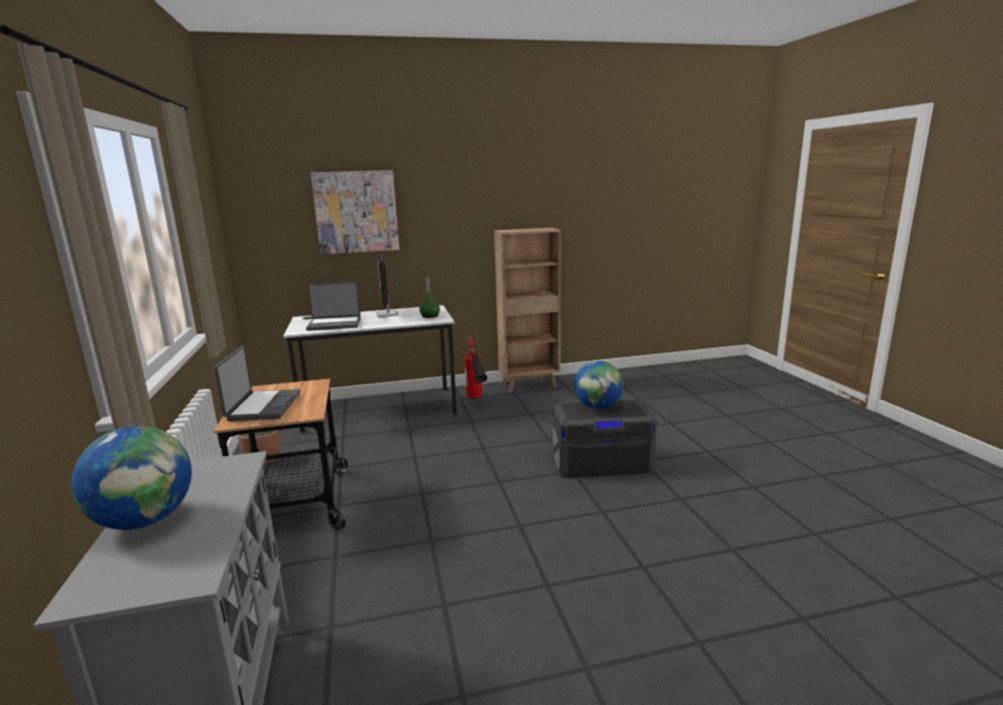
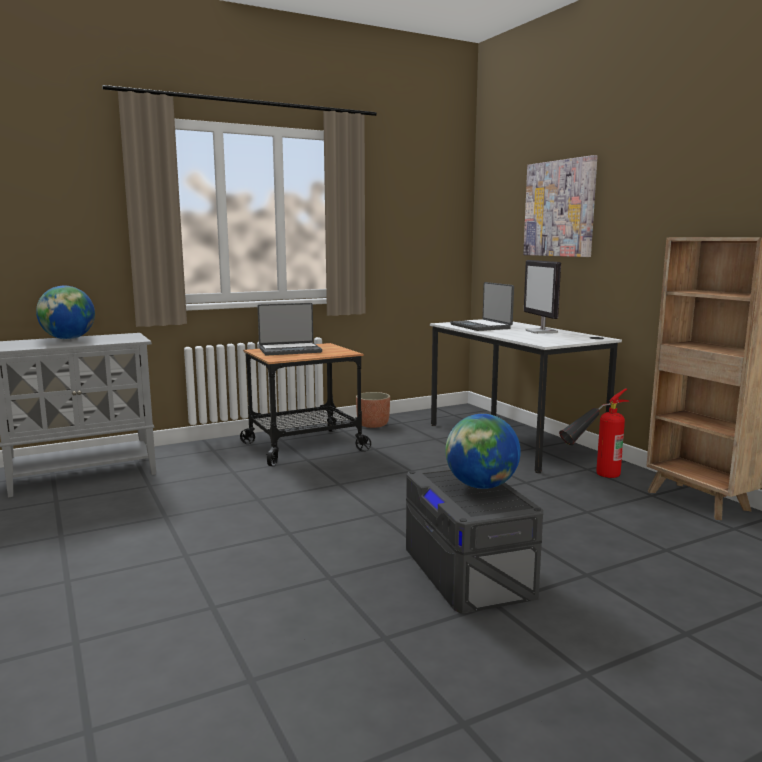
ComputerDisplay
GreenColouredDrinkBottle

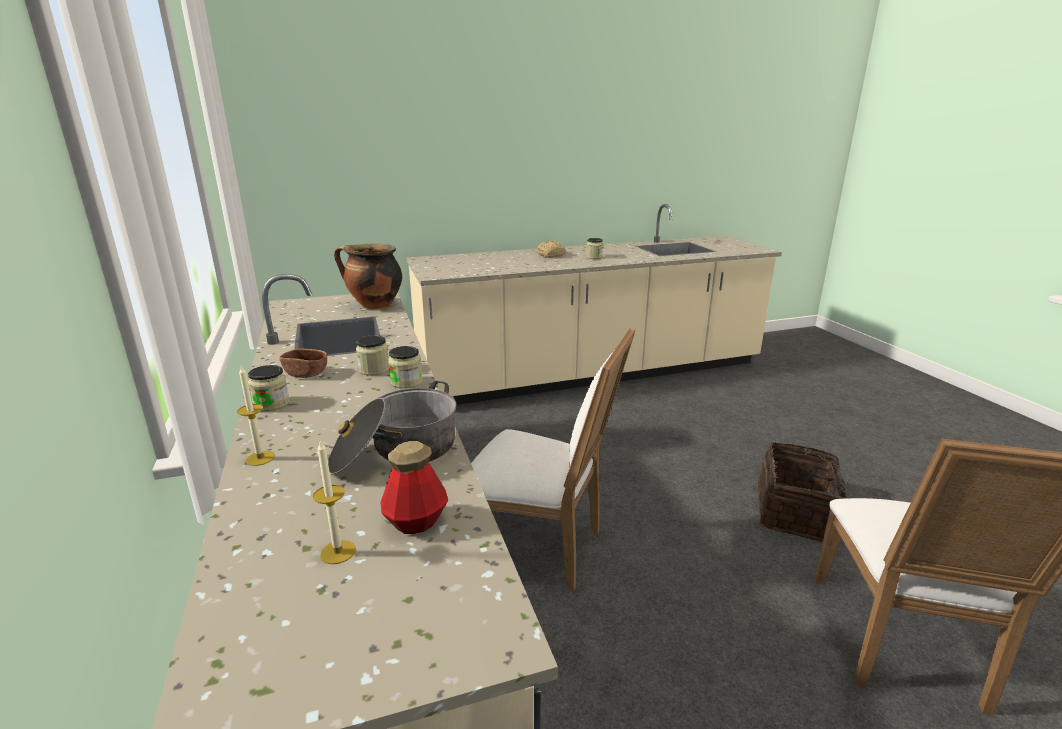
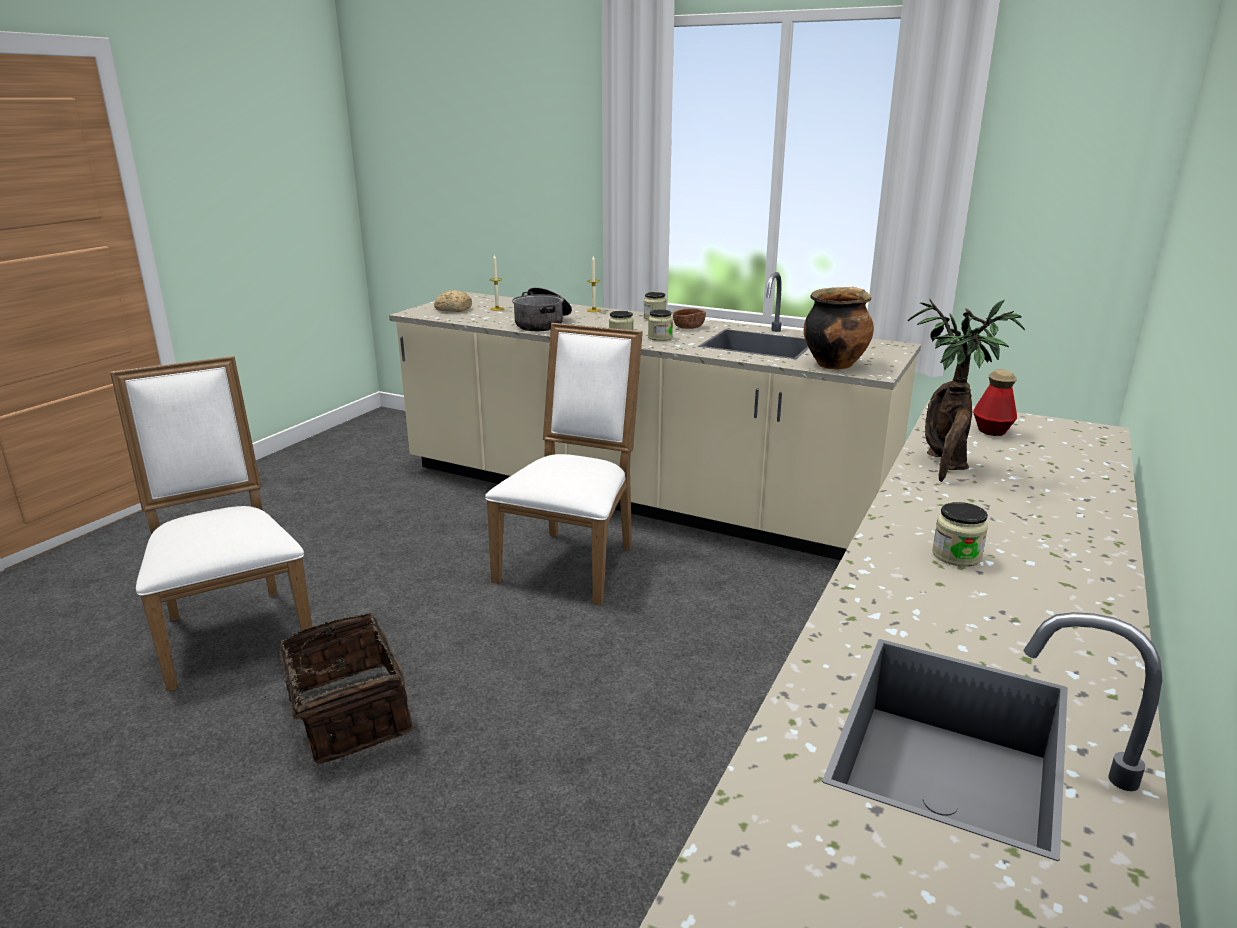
Bread
WhitishPlainChair (no. 2 from left)
PottedPlant
DrinkBottle

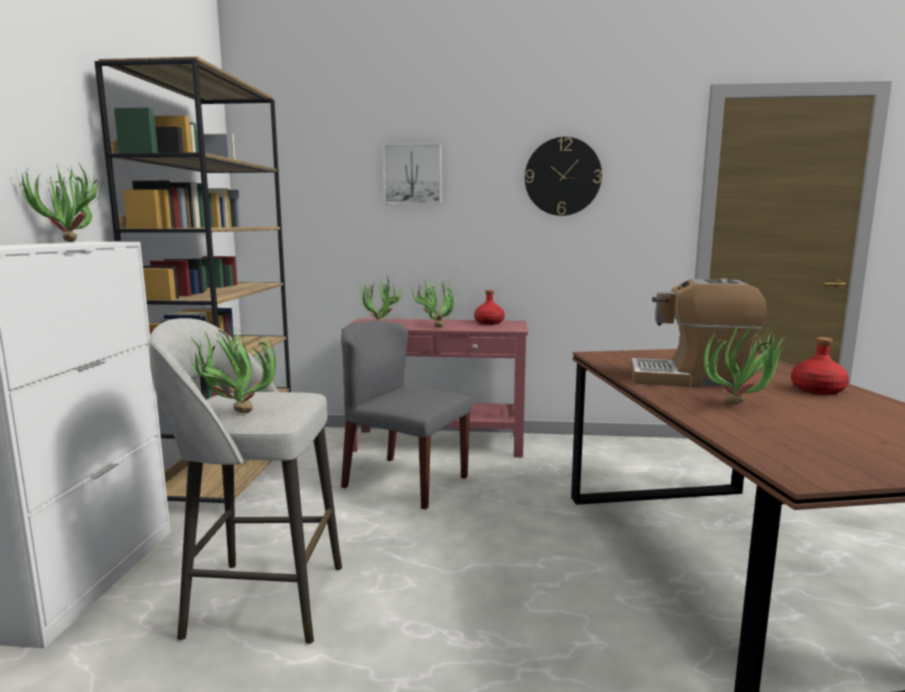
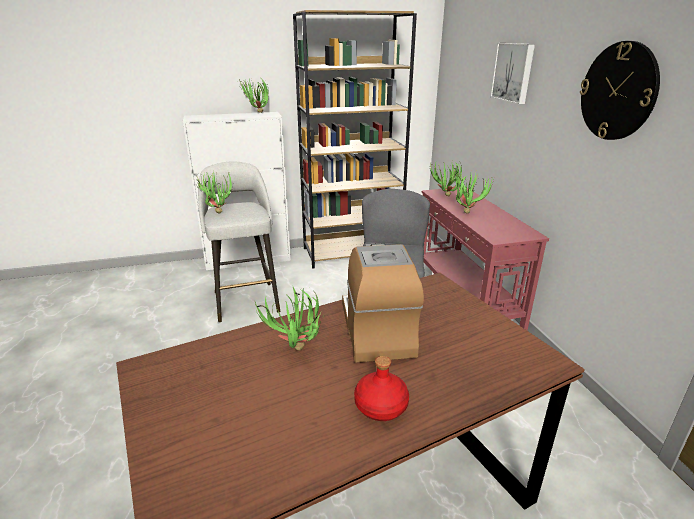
ReddishDrinkBottle (no. 1 from left in the first image)

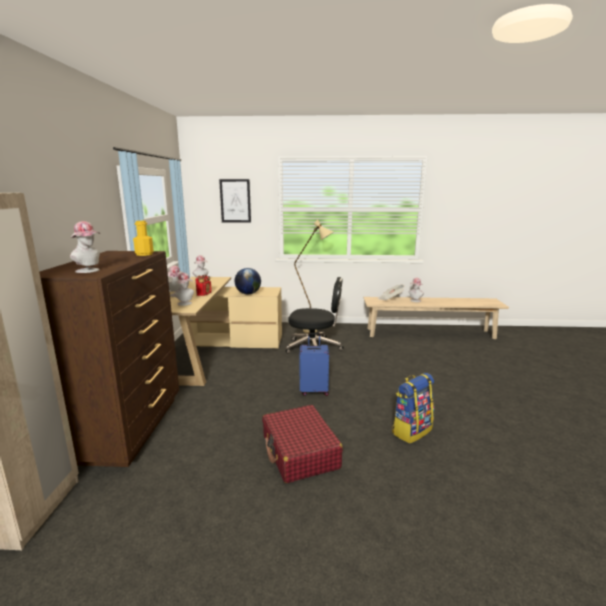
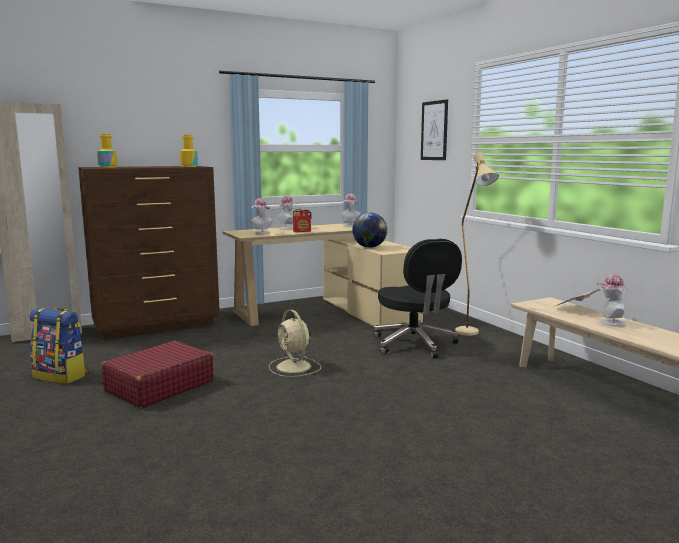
Rucksack
YellowColouredDrinkBottle (no. 1 from left)
BeigeColouredCoolingFan

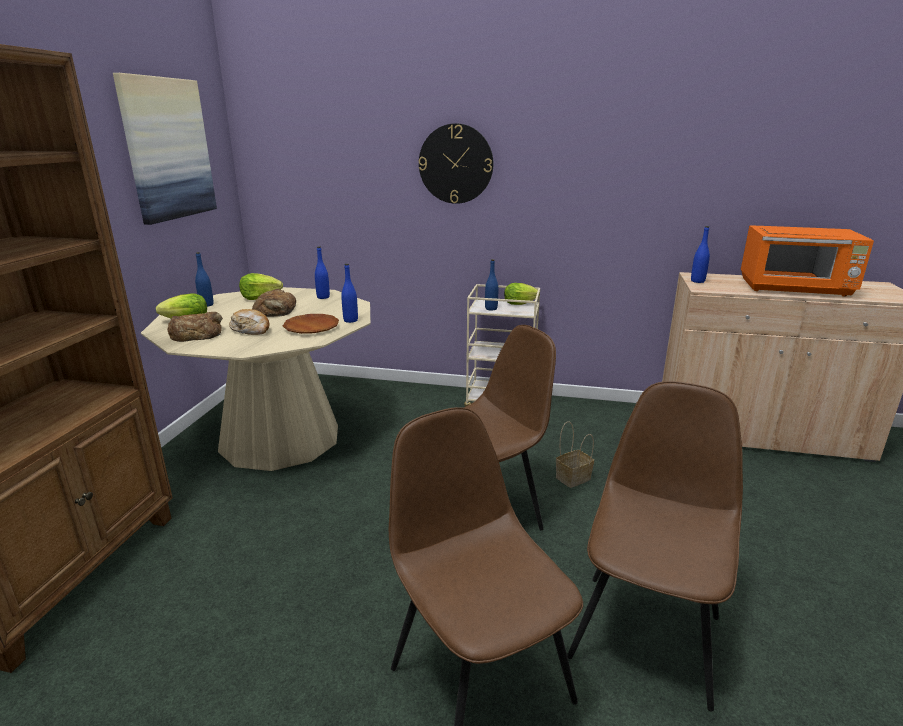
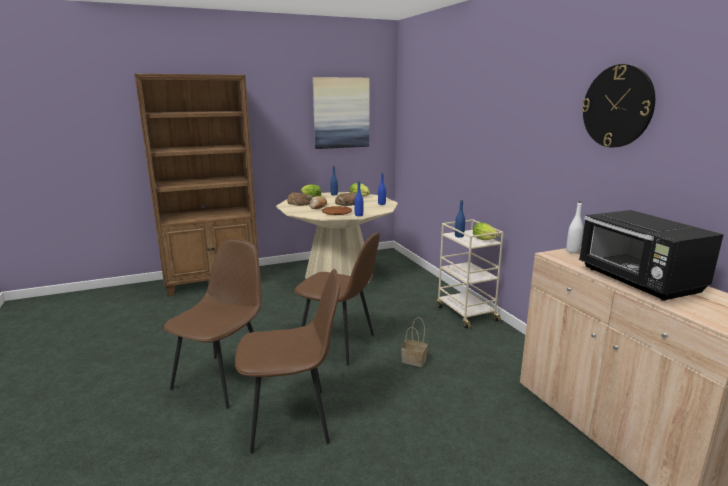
WhitishDrinkBottle
BlackKitchenMicrowave
ClockOnTheWall

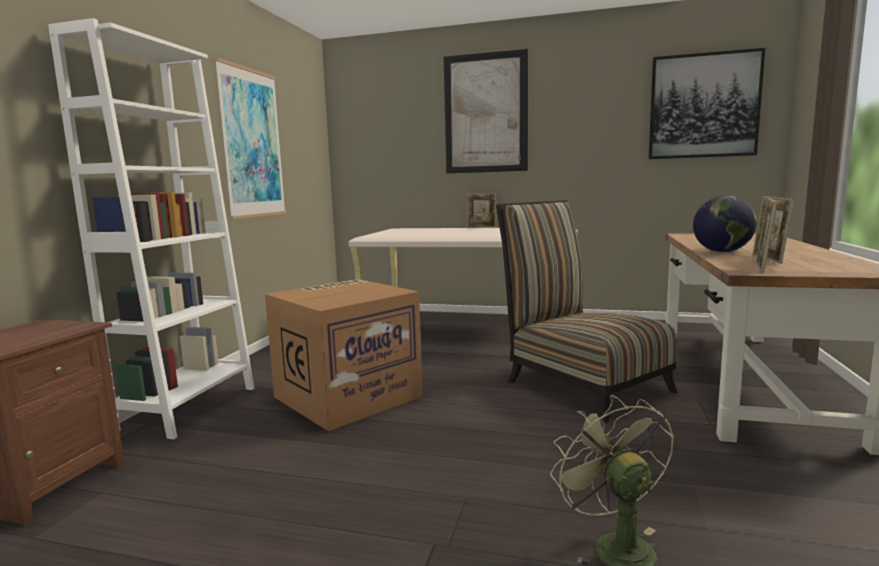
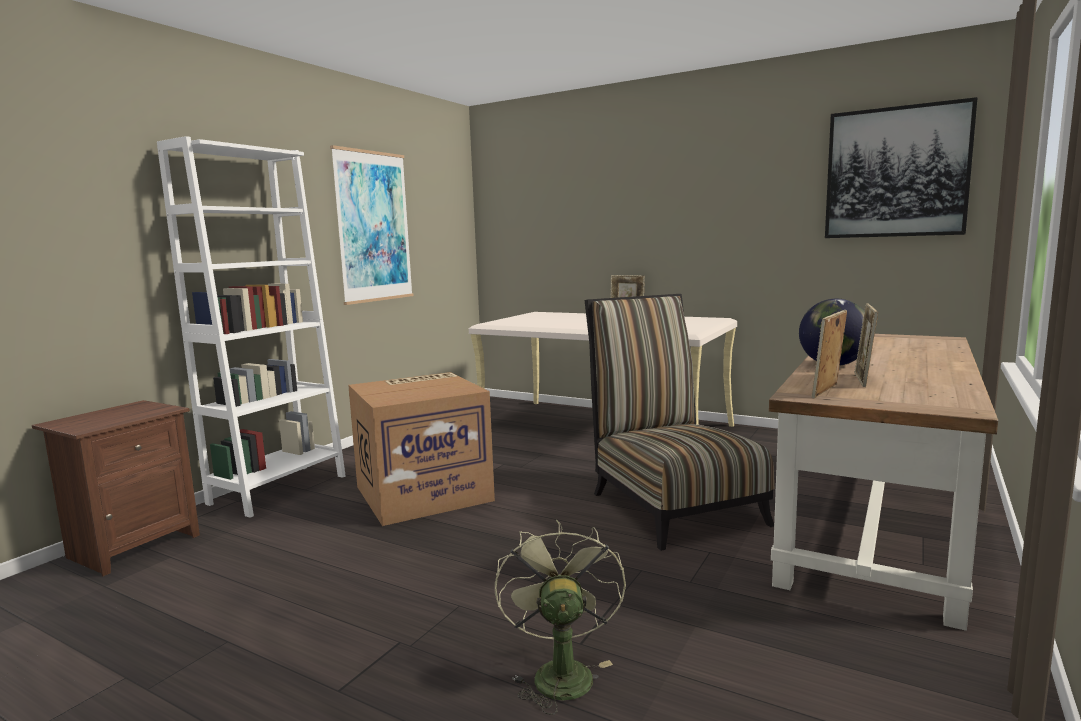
Picture (no. 2 from left in the first image)

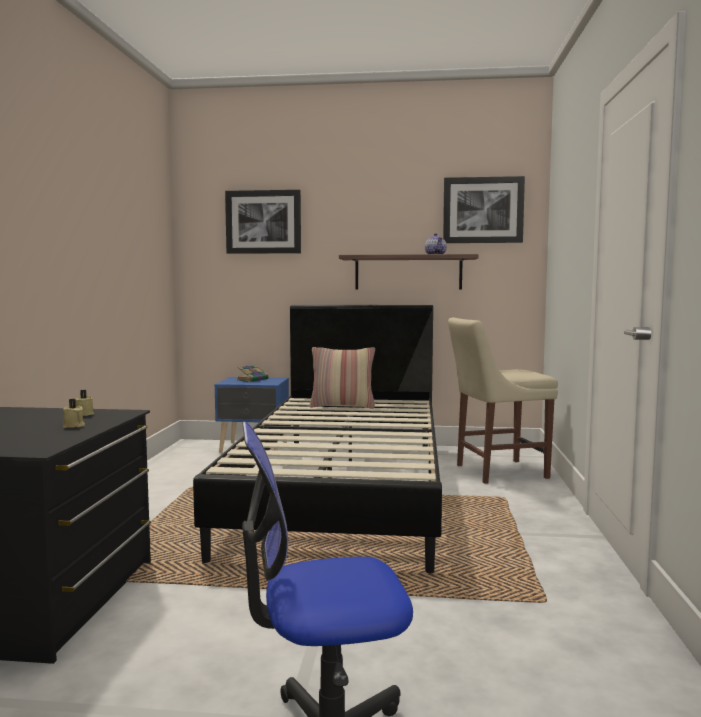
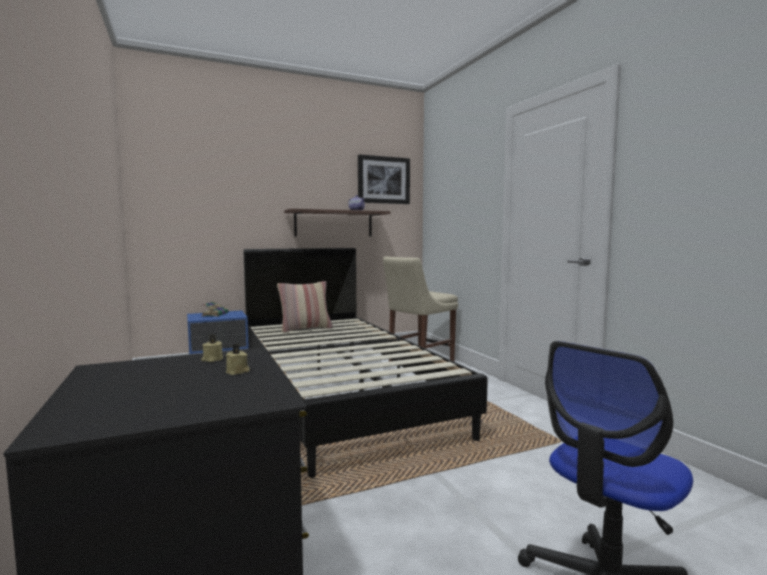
Picture (no. 1 from left in the first image)

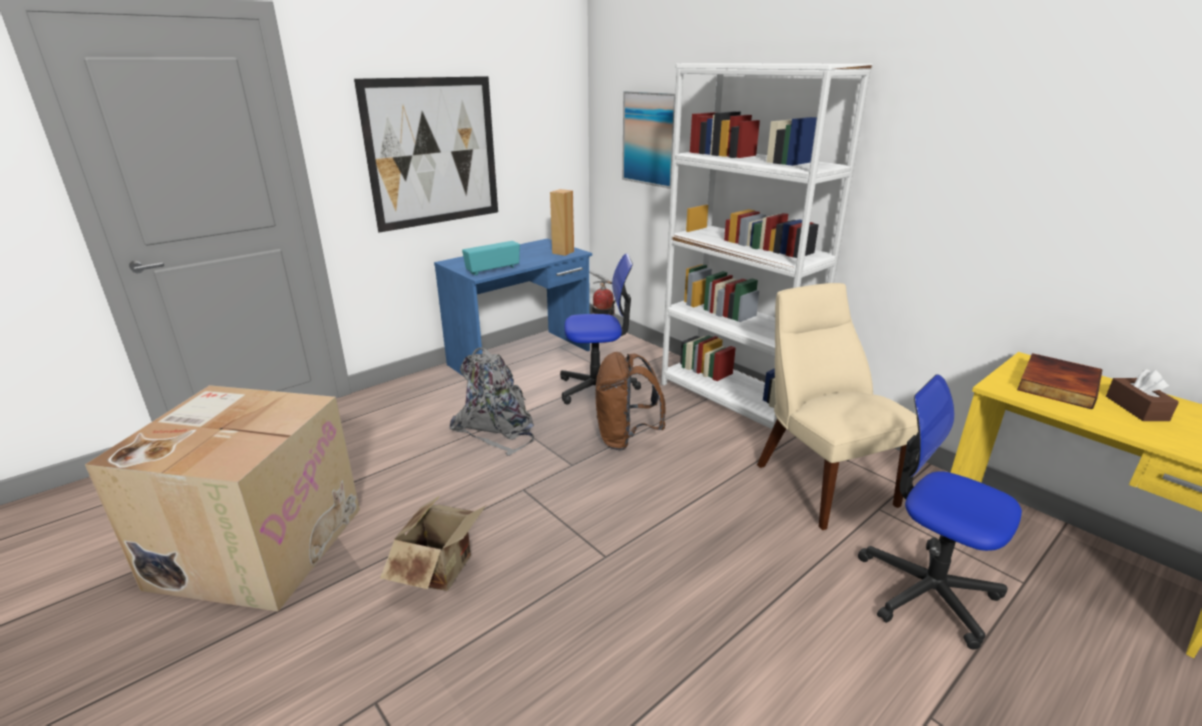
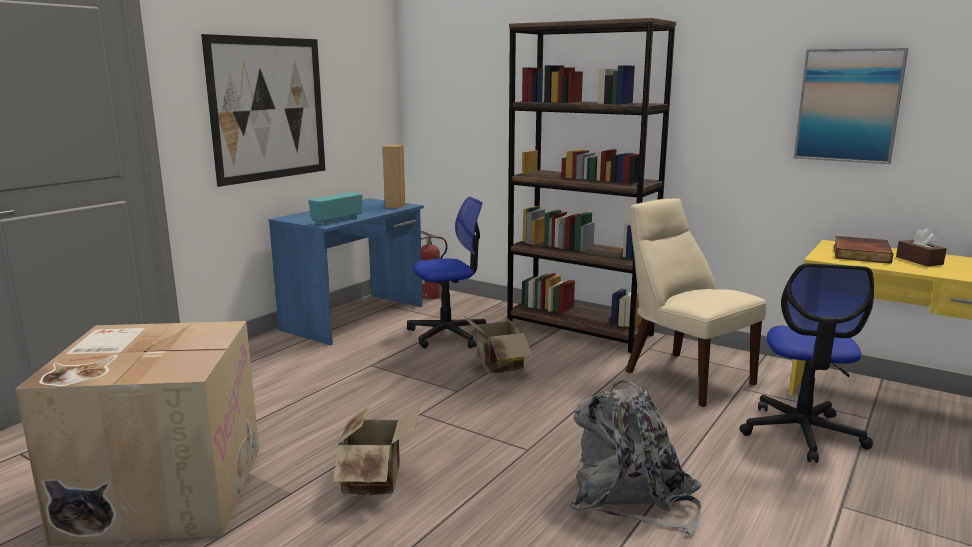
CardboardBox (no. 3 from left)
BrownColouredShelvingUnit
GreyRucksack
OfficeChair (no. 2 from left)
Picture (no. 2 from left)

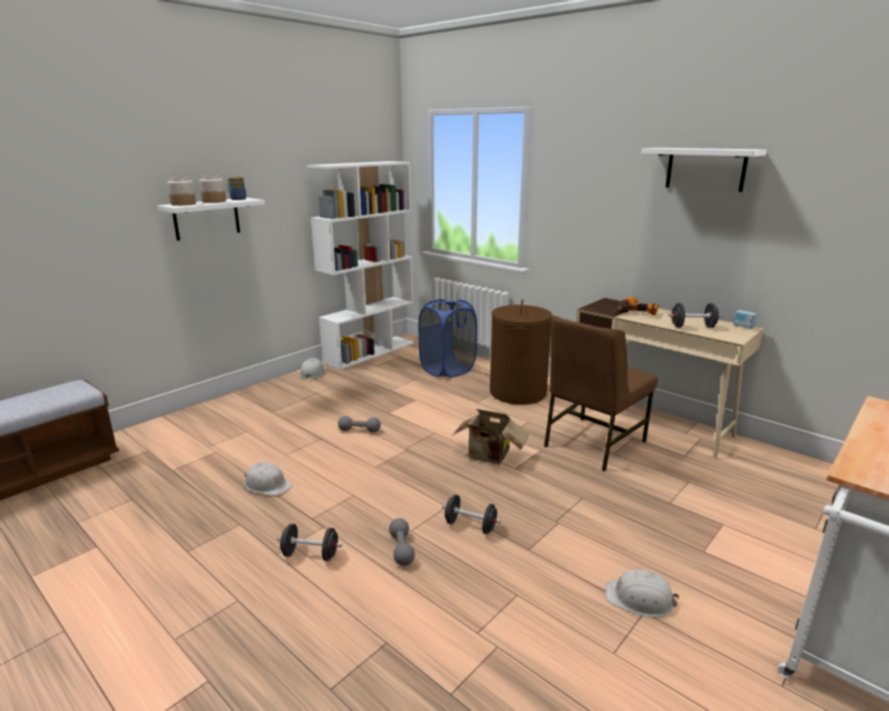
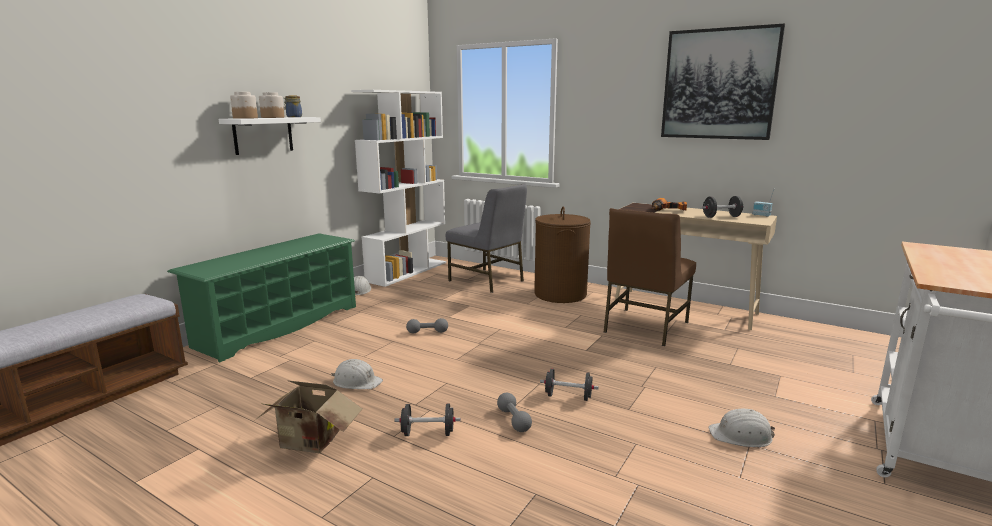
GreenColouredShoeRack
CardboardBox
GreyPlainChair
Picture

